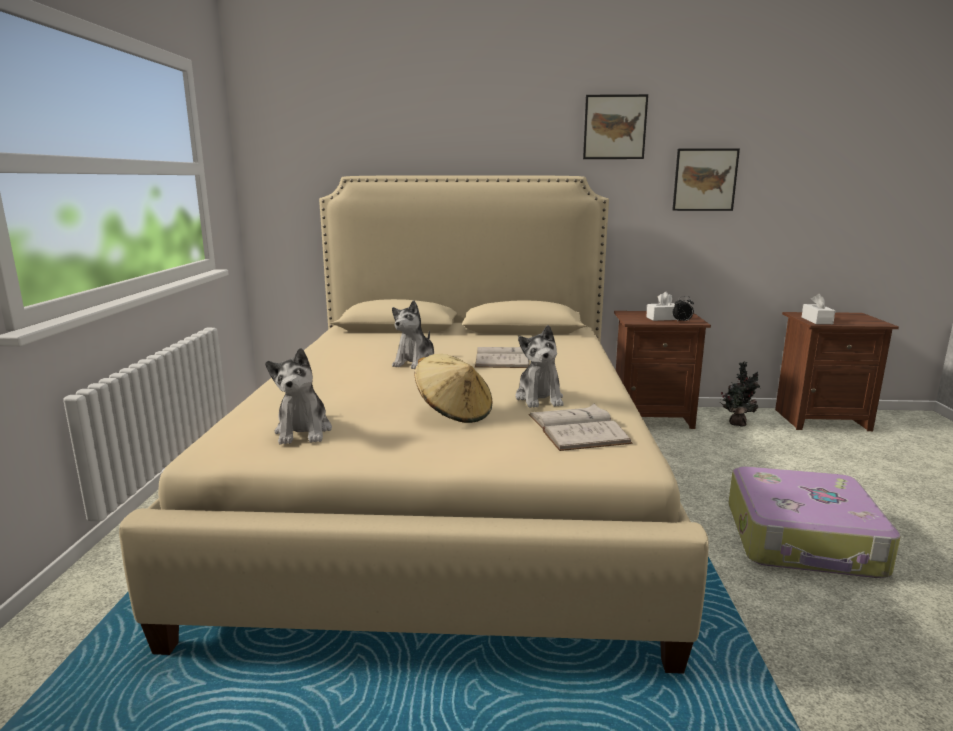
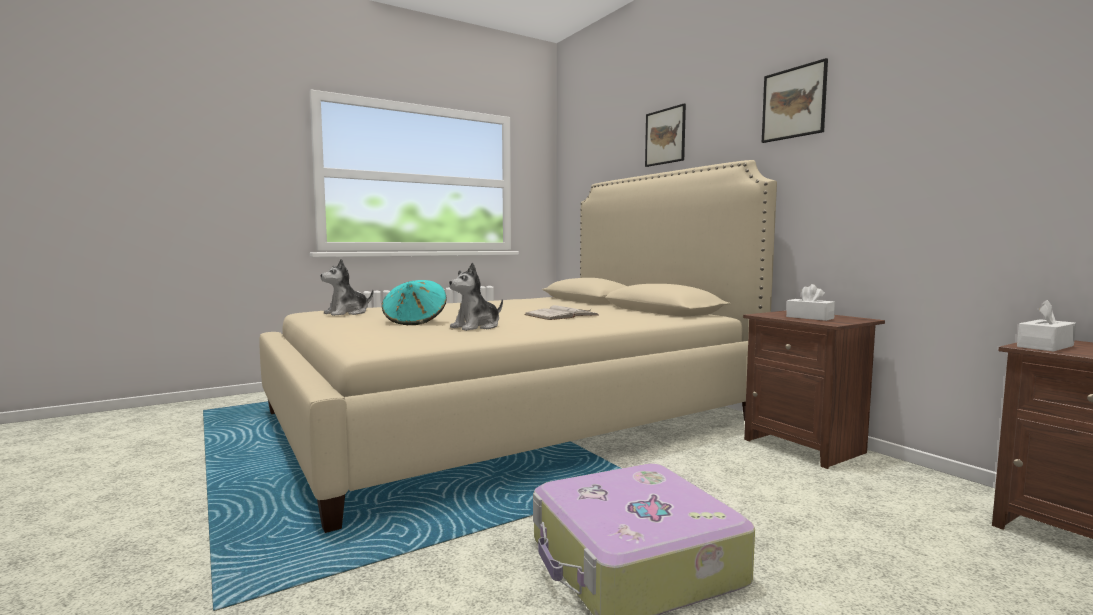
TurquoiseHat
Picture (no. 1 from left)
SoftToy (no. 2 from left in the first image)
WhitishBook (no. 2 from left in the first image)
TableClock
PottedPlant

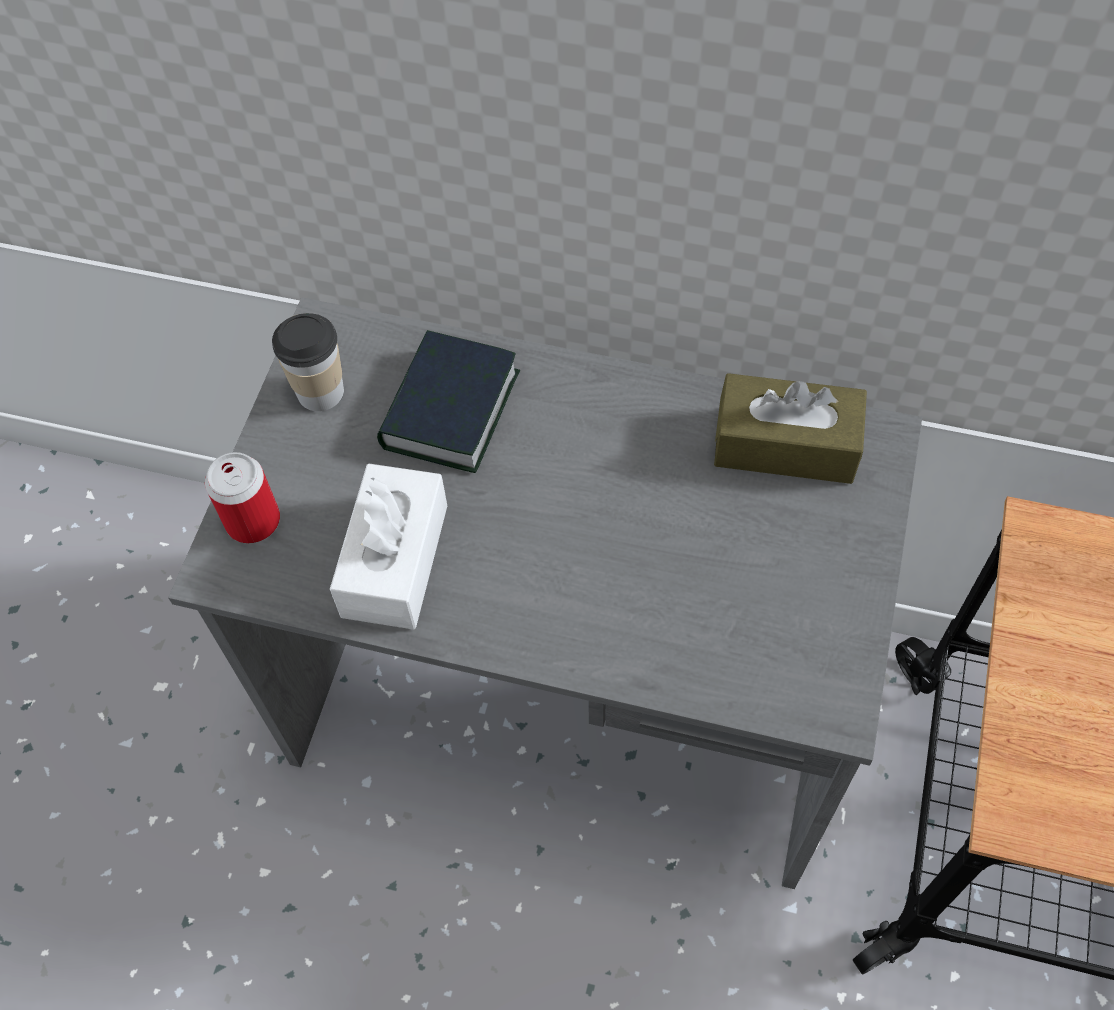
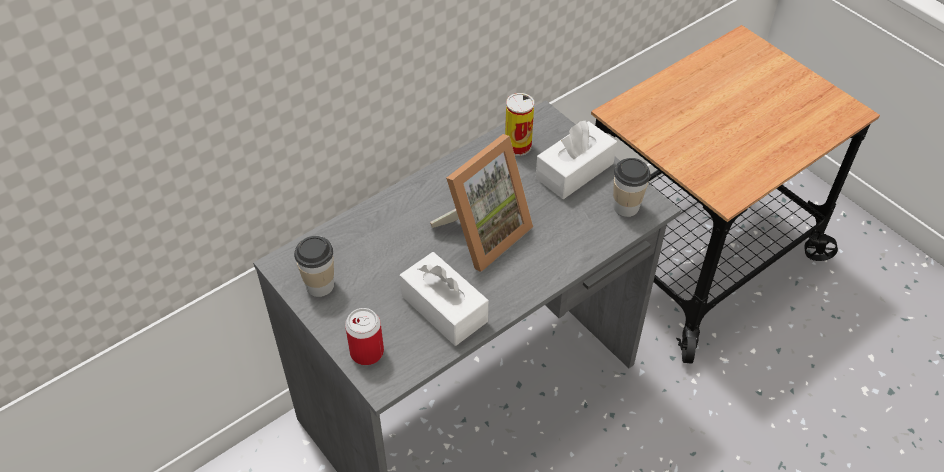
StandingFrame
Can (no. 2 from left)
WhitishTissueHolder (no. 2 from left)
Cup (no. 2 from left)
Book

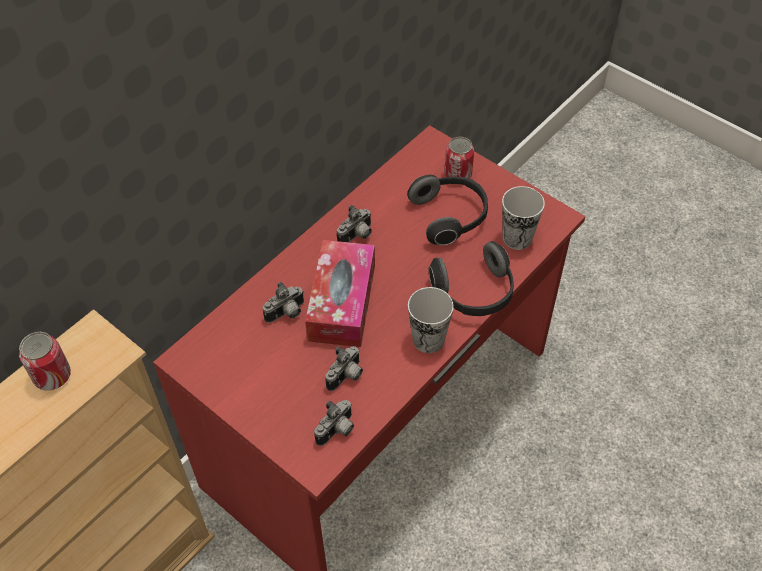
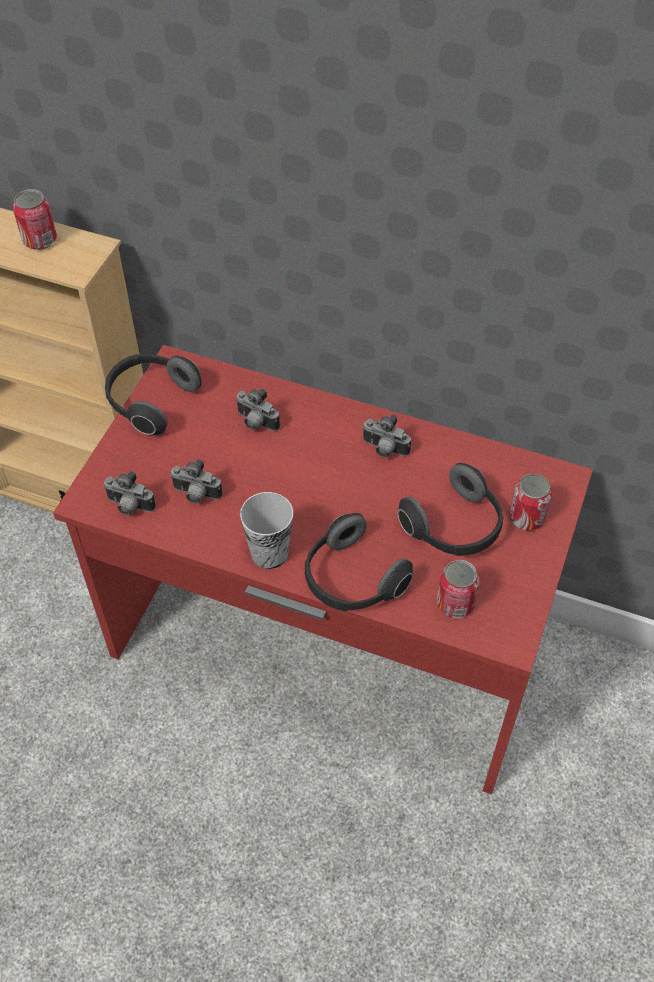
Headset (no. 1 from left)
Can (no. 2 from left)
TissueHolder

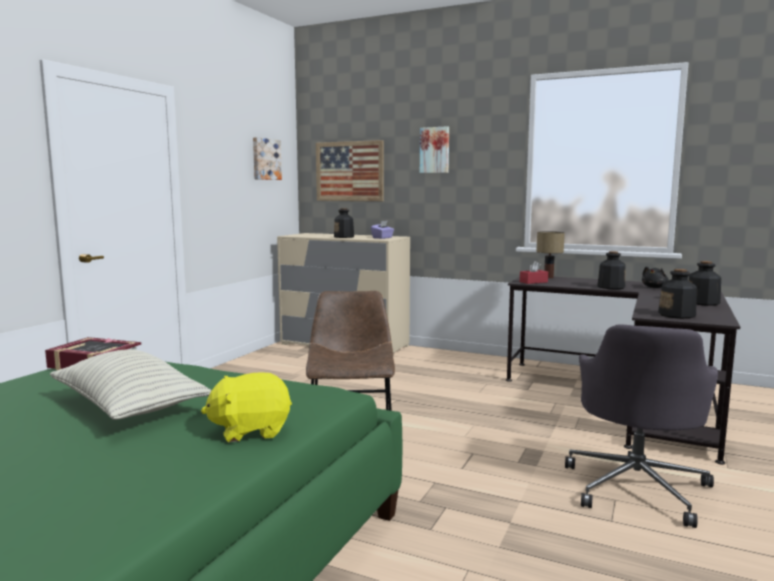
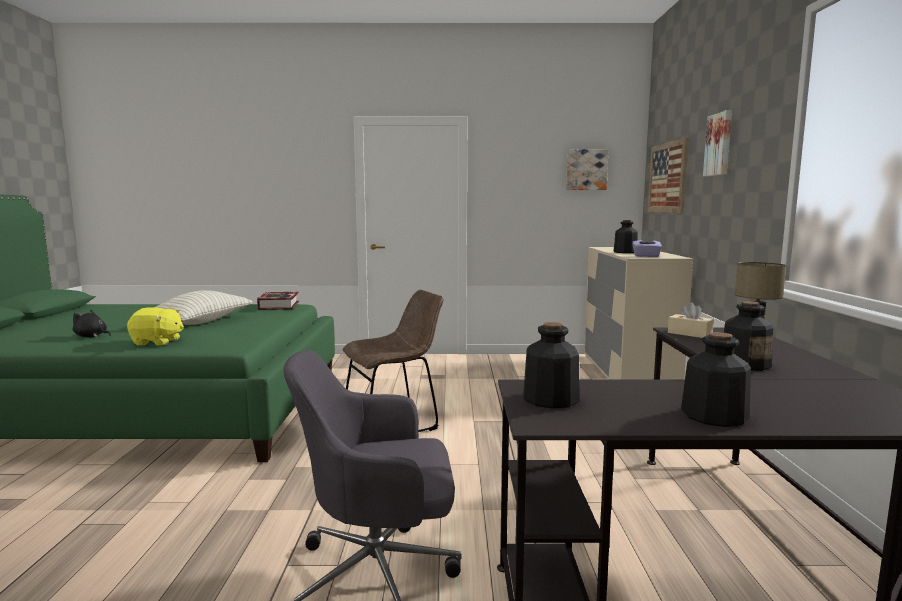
BlackSoftToy
YellowColouredSoftToy
BeigeColouredTissueHolder

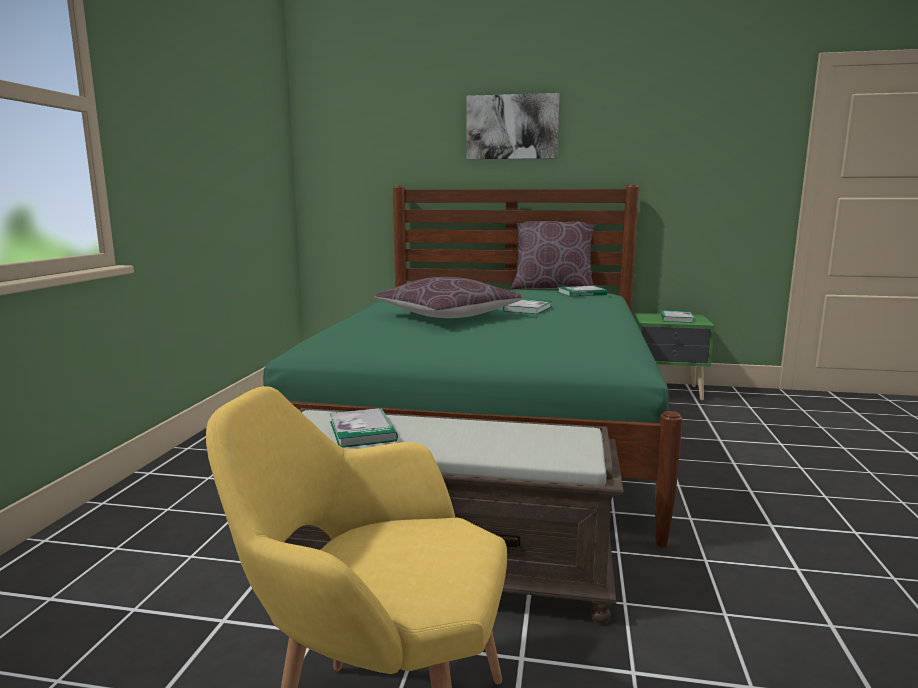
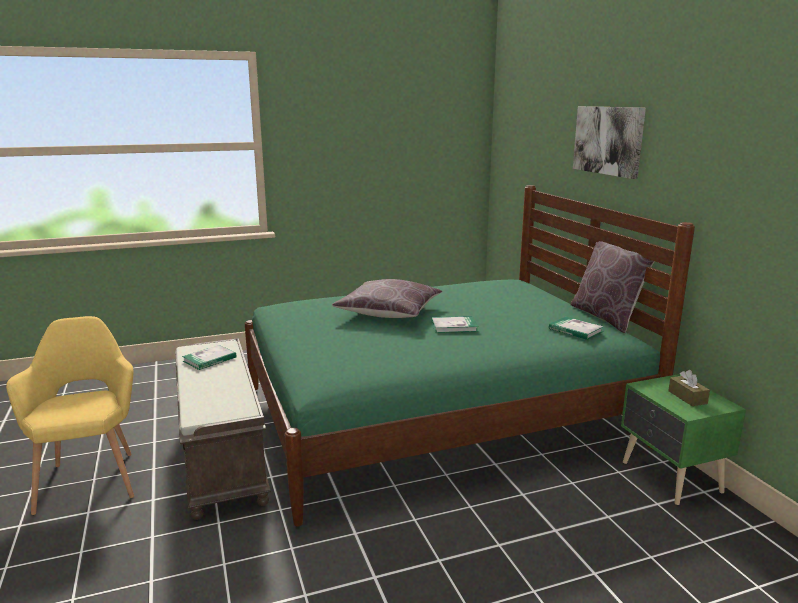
BrownColouredTissueHolder

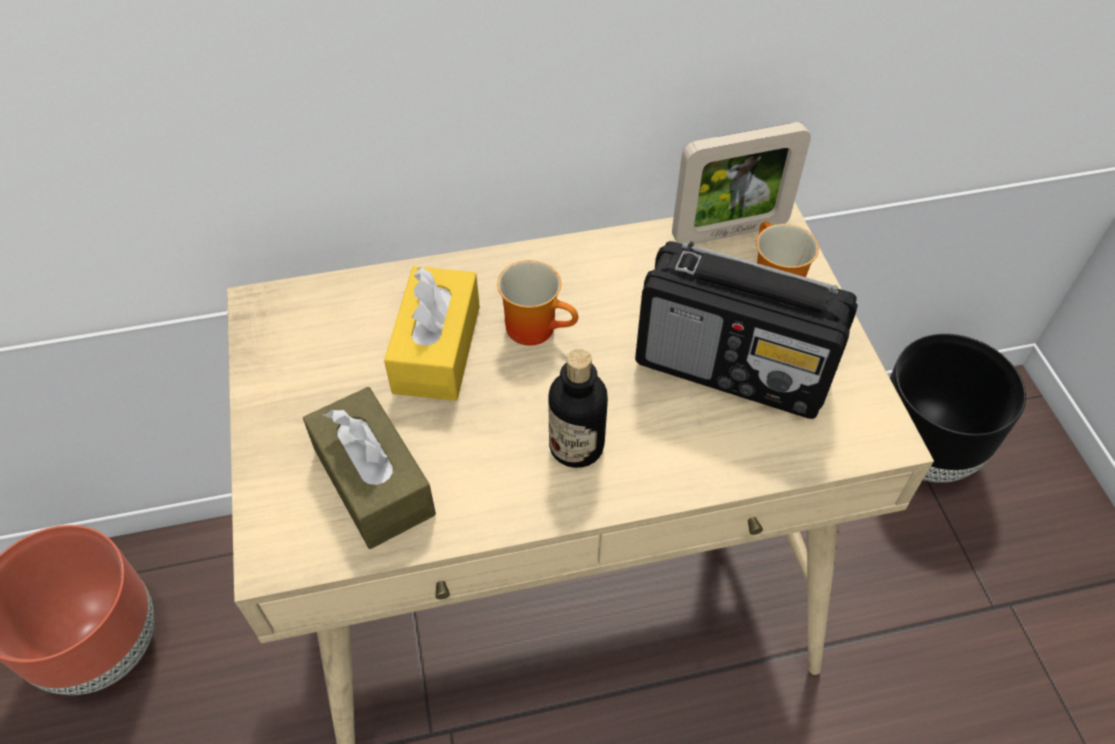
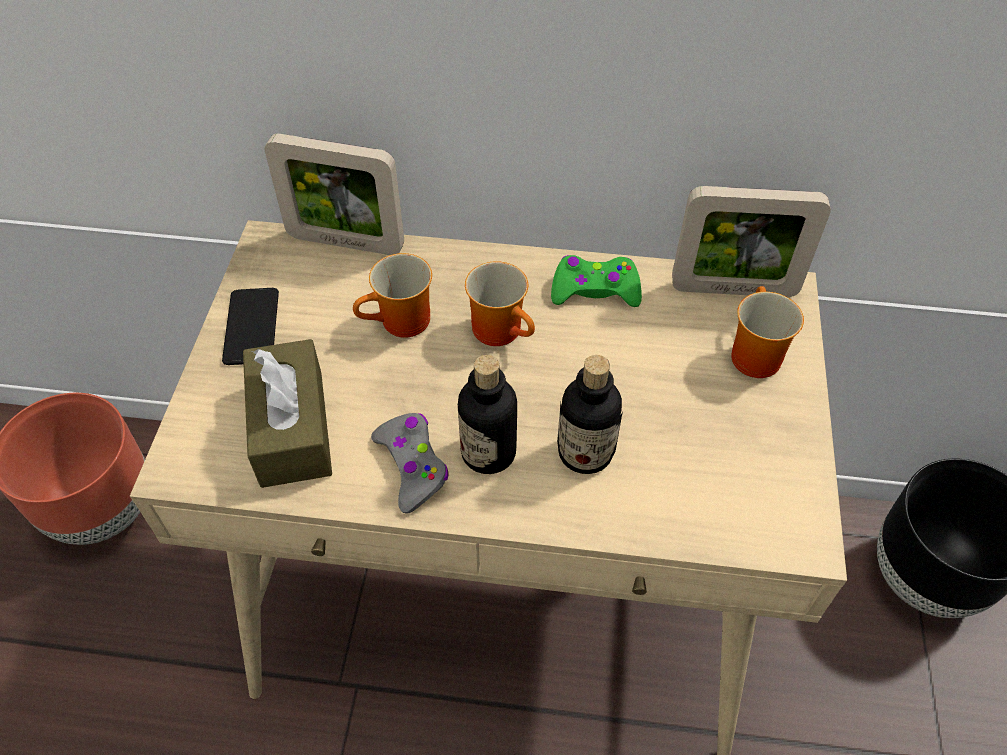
Handset
StandingFrame (no. 1 from left)
TeaMug (no. 1 from left)
GreyGameController
GreenColouredGameController
DrinkBottle (no. 2 from left)
Radio

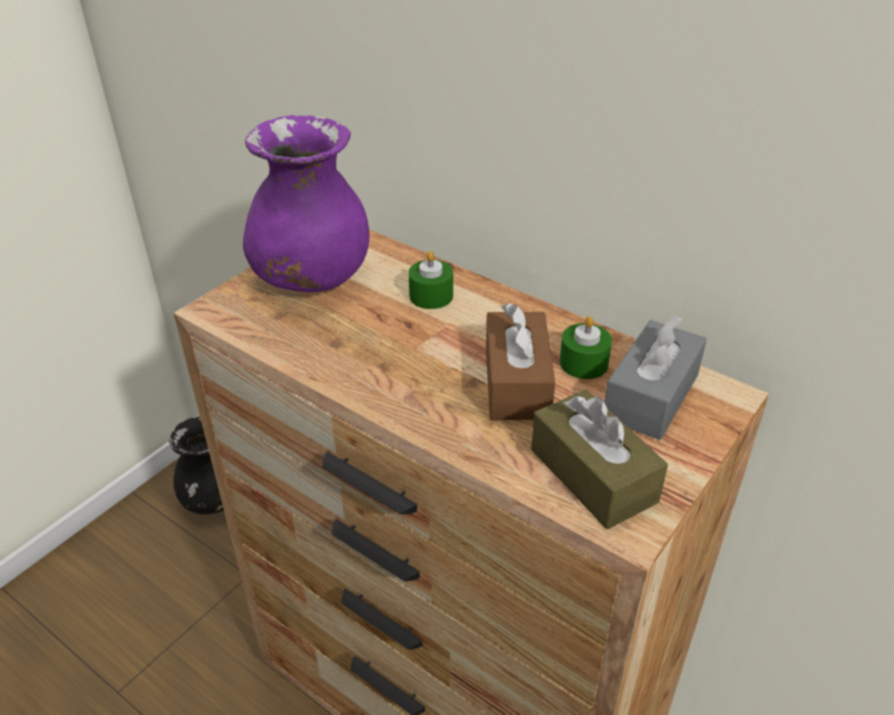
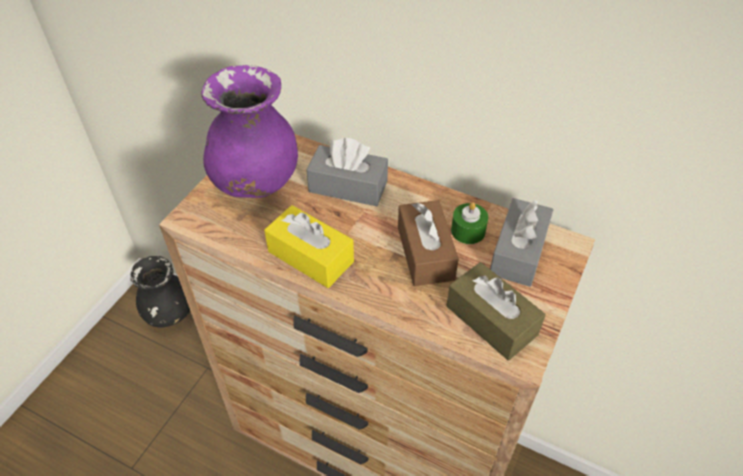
YellowColouredTissueHolder
GreyTissueHolder (no. 1 from left)

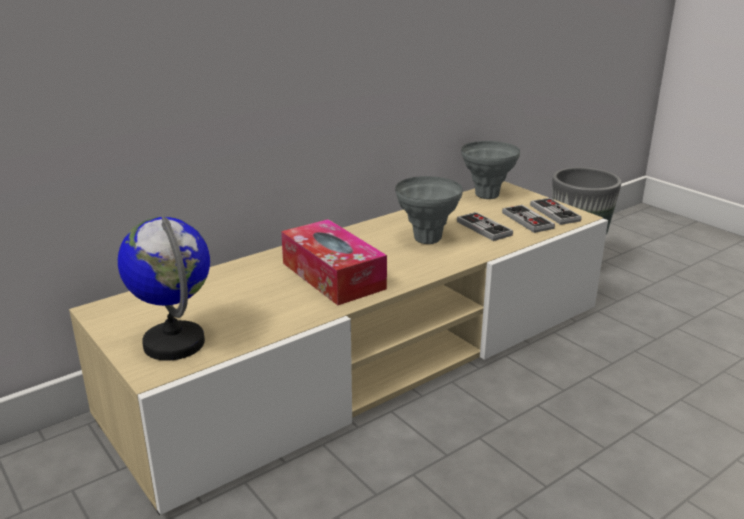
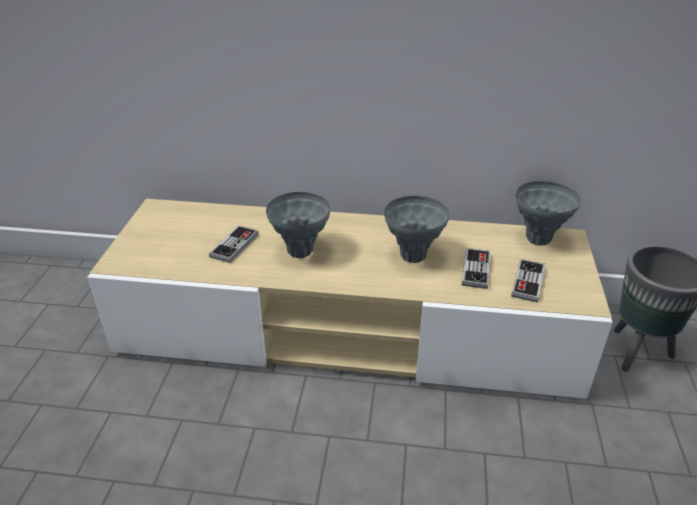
GameController (no. 1 from left)
GreyFlowerVase (no. 1 from left)
WorldGlobe

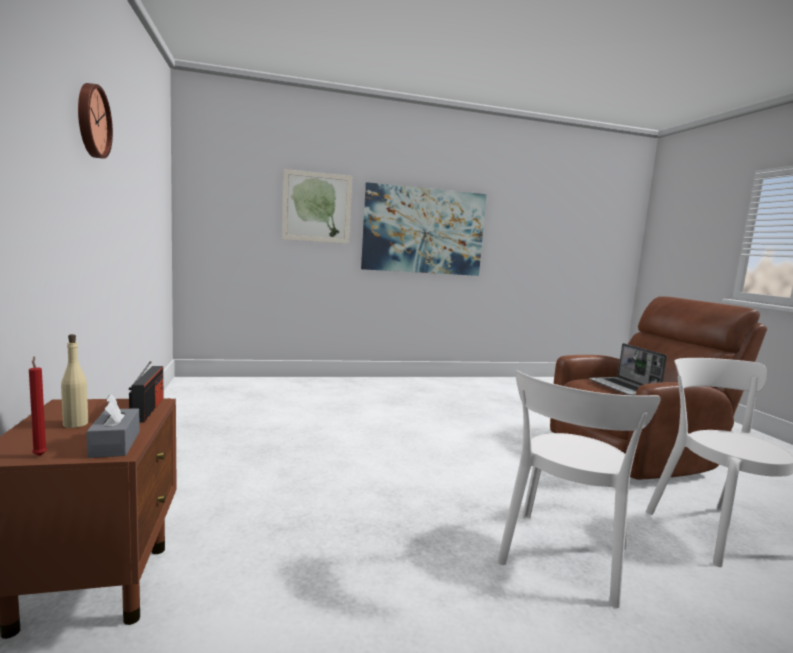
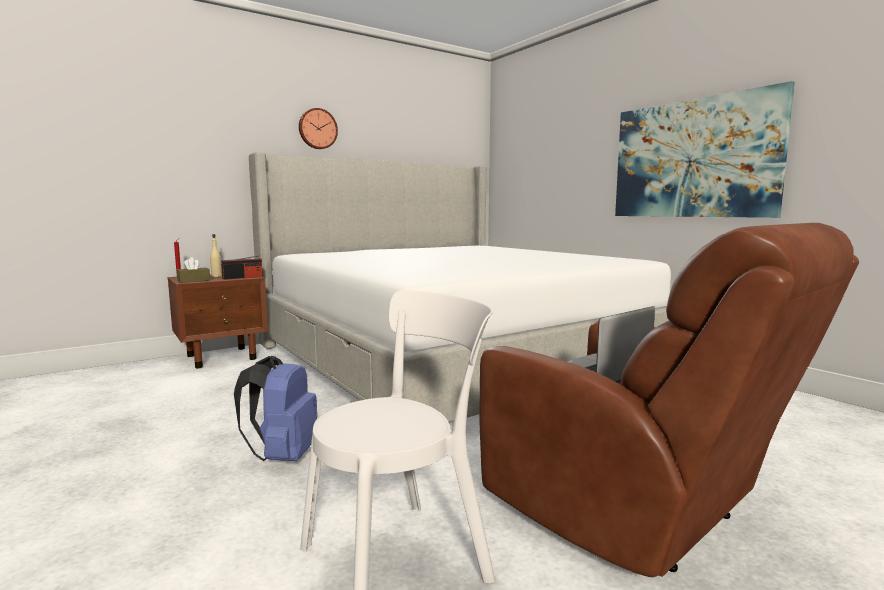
BrownColouredTissueHolder
BlueRucksack
Bed
Picture (no. 1 from left in the first image)

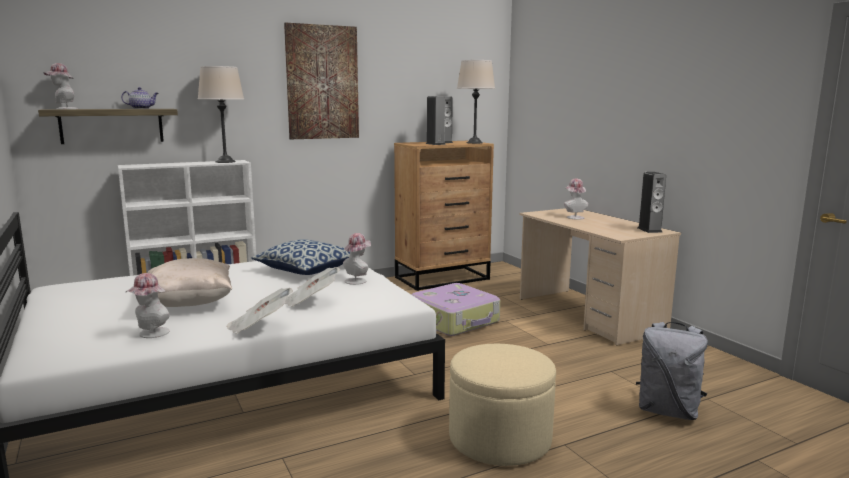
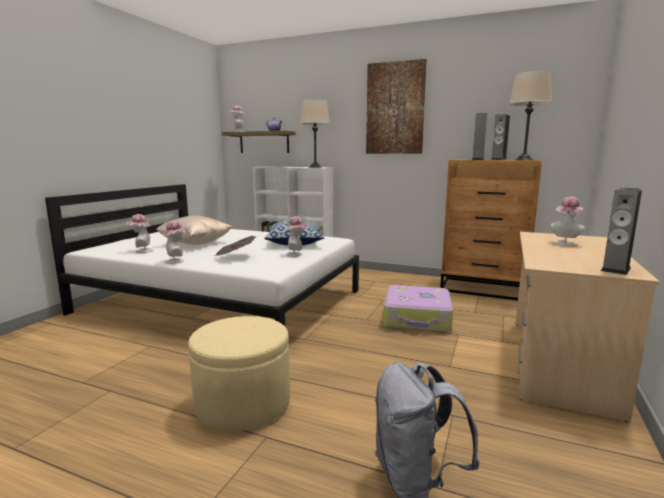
Hat (no. 2 from left)

